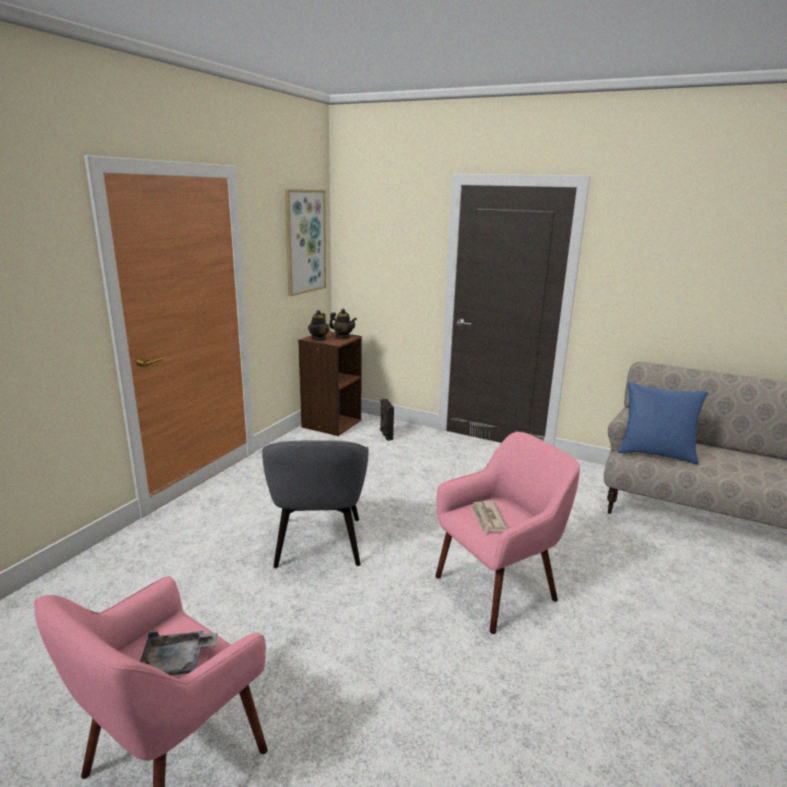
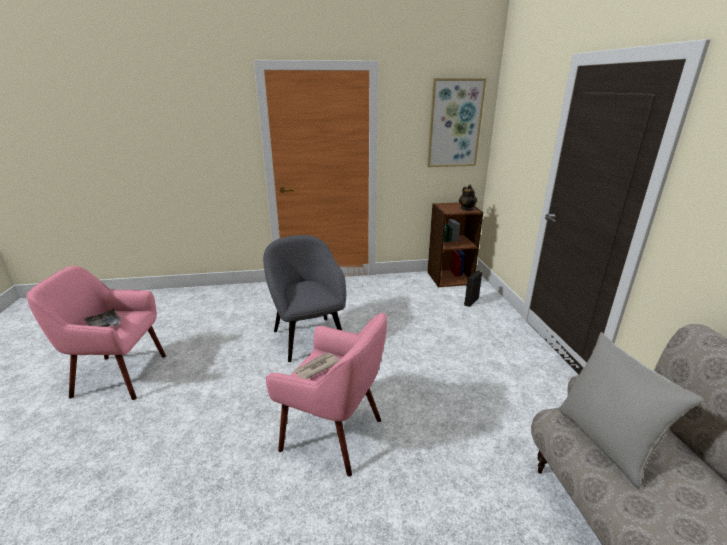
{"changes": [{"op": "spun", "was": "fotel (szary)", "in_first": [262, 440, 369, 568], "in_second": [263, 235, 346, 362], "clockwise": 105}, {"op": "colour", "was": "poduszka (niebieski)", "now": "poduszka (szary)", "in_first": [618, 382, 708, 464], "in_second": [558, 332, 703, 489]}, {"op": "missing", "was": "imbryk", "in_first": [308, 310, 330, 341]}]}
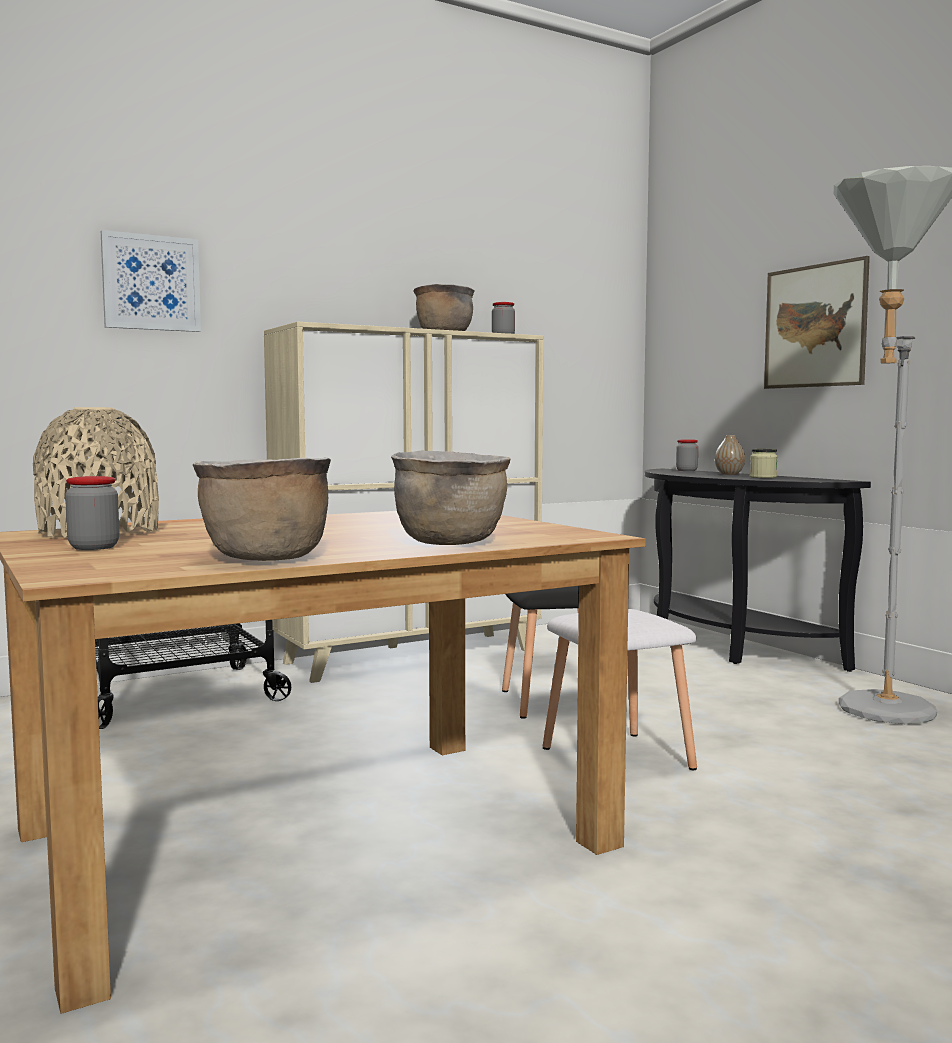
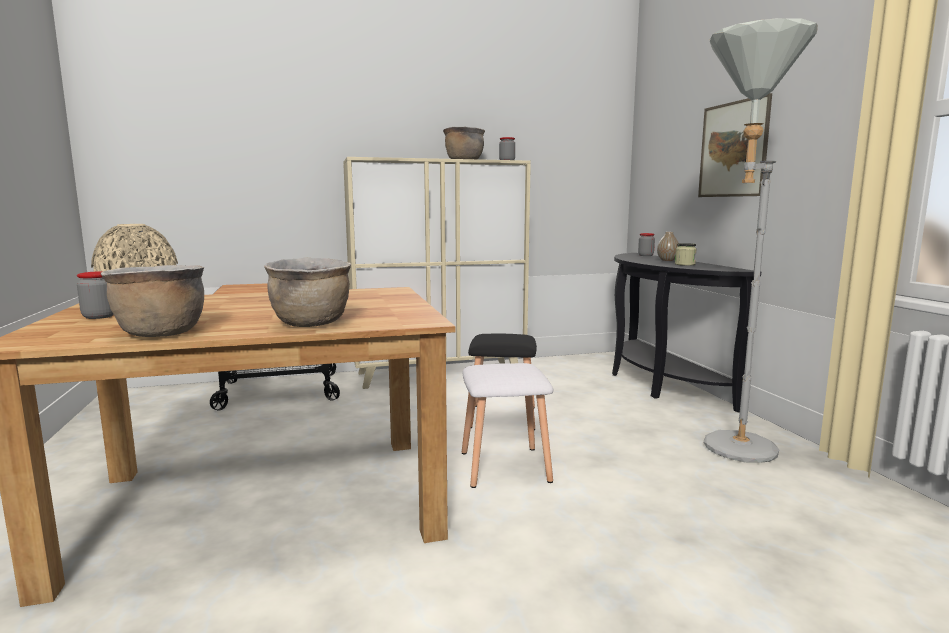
{"changes": [{"op": "missing", "was": "obraz", "in_first": [101, 230, 201, 332]}]}
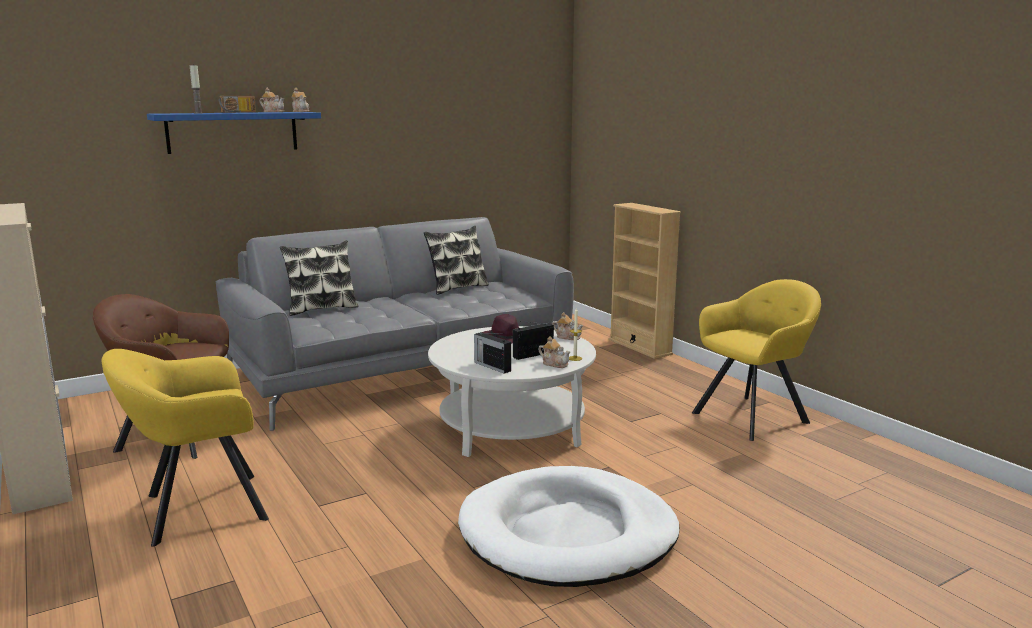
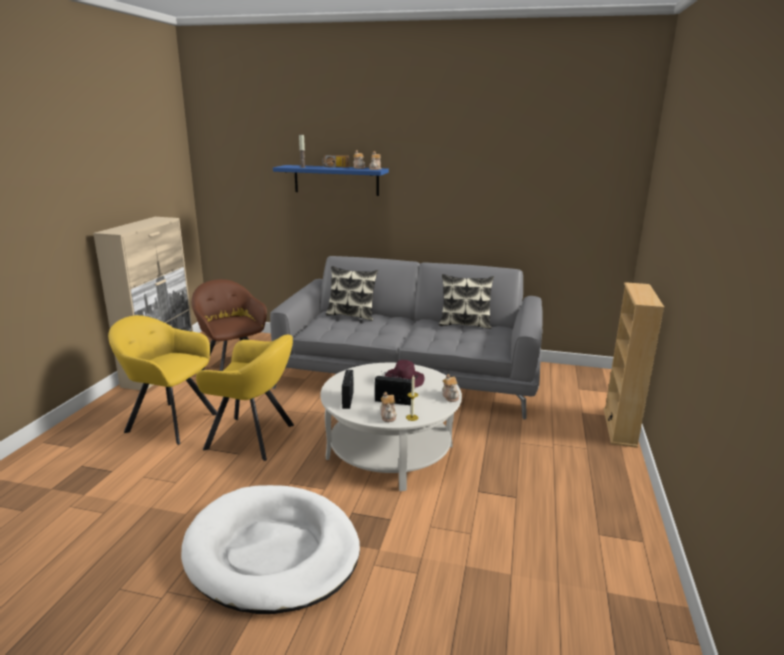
{"changes": [{"op": "relocated", "was": "fotel (żółty)", "in_first": [692, 279, 821, 441], "in_second": [196, 335, 294, 461]}]}
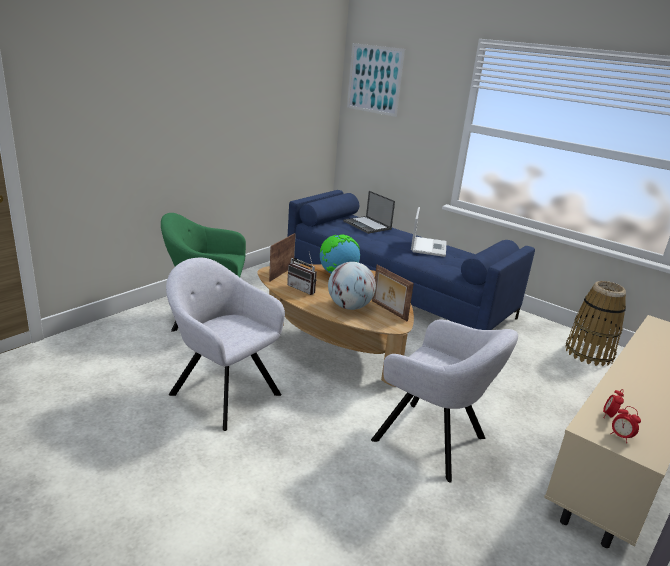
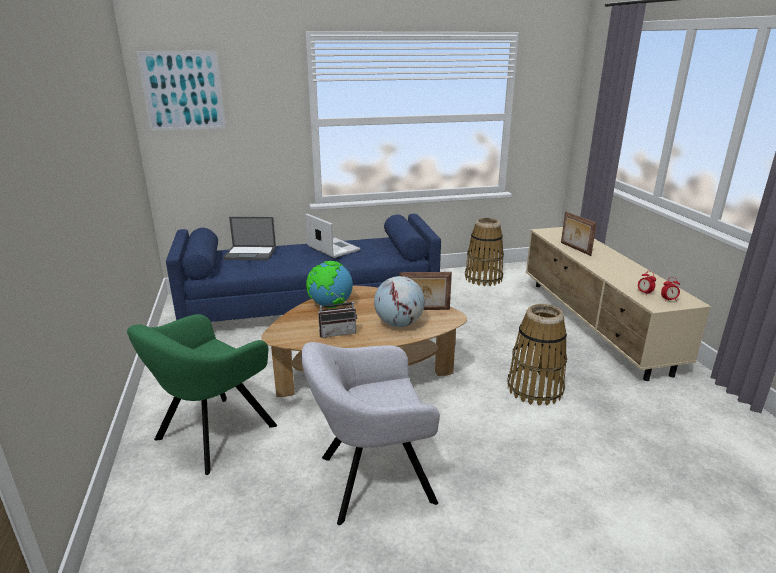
{"changes": [{"op": "exchanged", "was": "fotel (szary)", "now": "koszyk", "in_first": [371, 320, 518, 483], "in_second": [508, 304, 567, 406]}, {"op": "relocated", "was": "ramka na zdjęcie", "in_first": [269, 233, 296, 282], "in_second": [561, 211, 597, 256]}]}
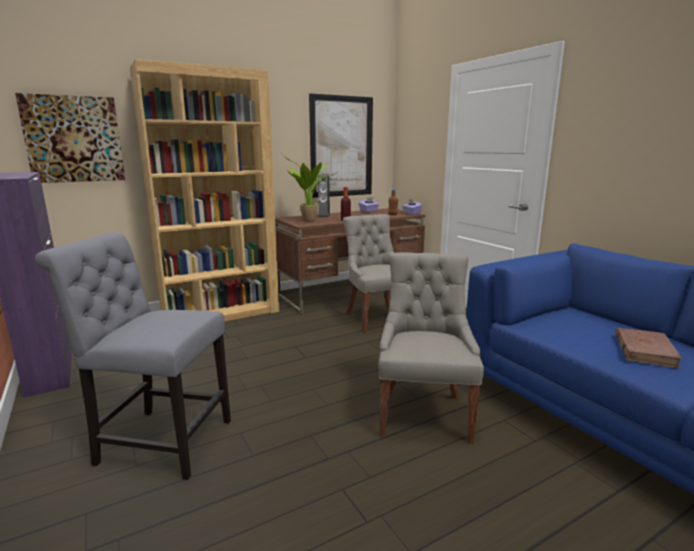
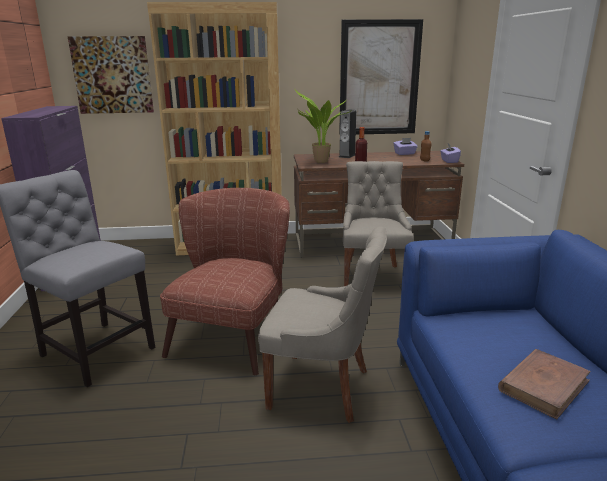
{"changes": [{"op": "appeared", "now": "fotel (brązowy)", "in_second": [160, 188, 290, 375]}, {"op": "spun", "was": "krzesło (szary)", "in_first": [379, 252, 484, 443], "in_second": [258, 227, 387, 423], "clockwise": 75}]}
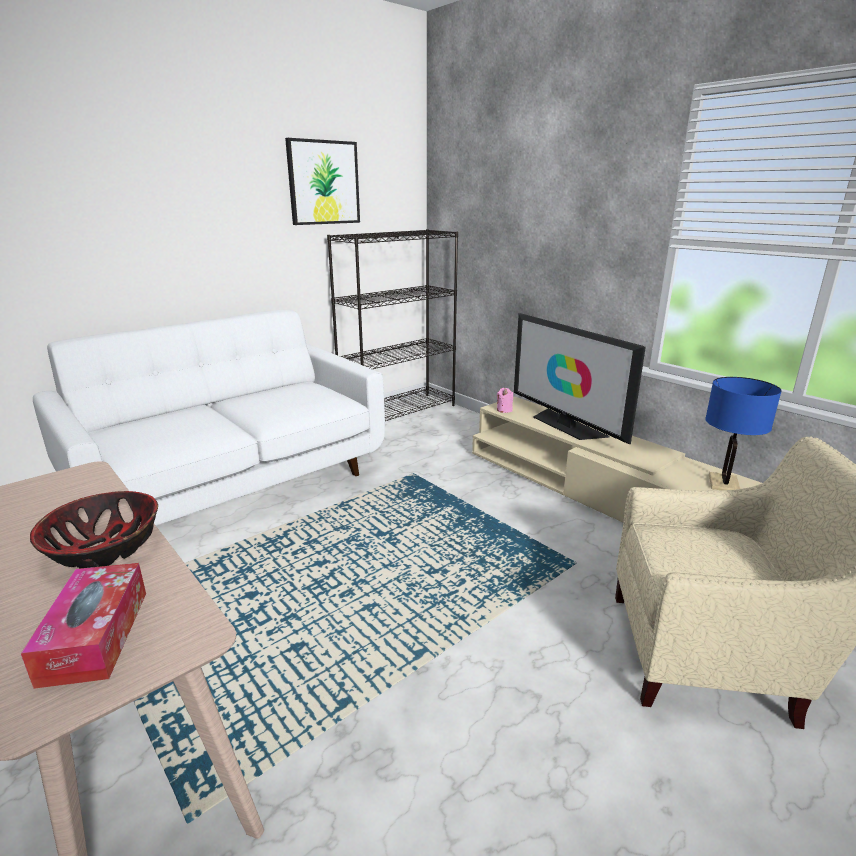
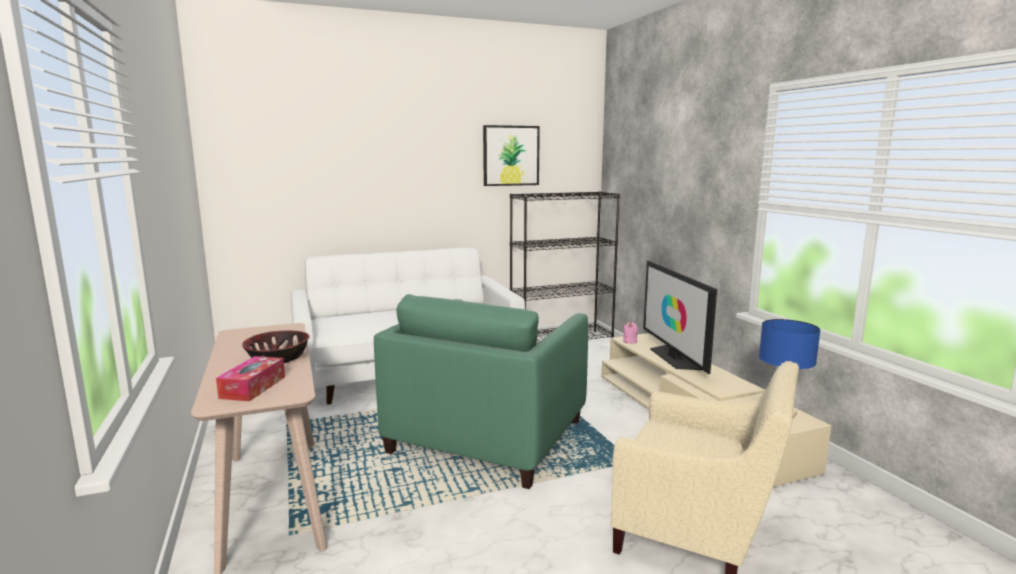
{"changes": [{"op": "appeared", "now": "fotel (zielony)", "in_second": [374, 294, 588, 489]}]}
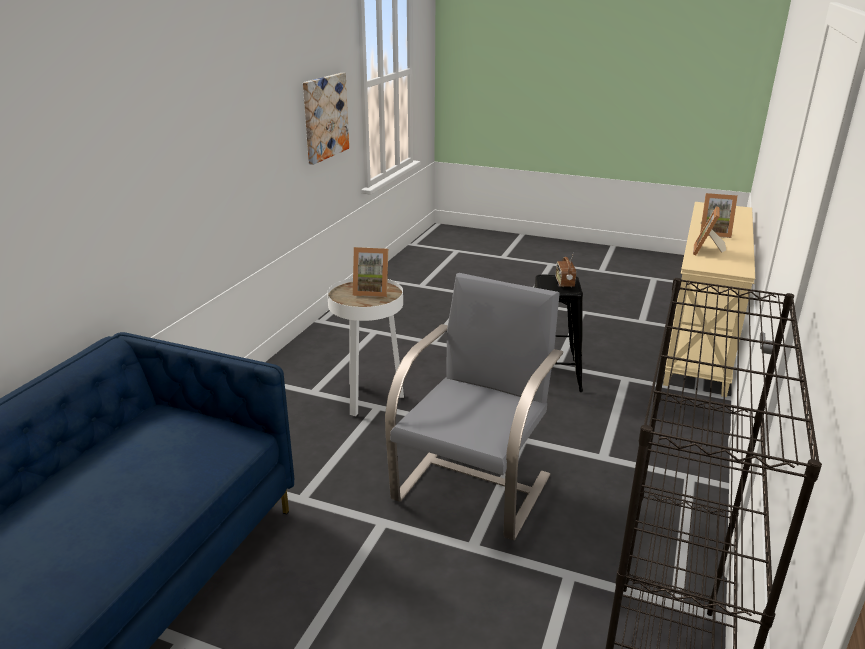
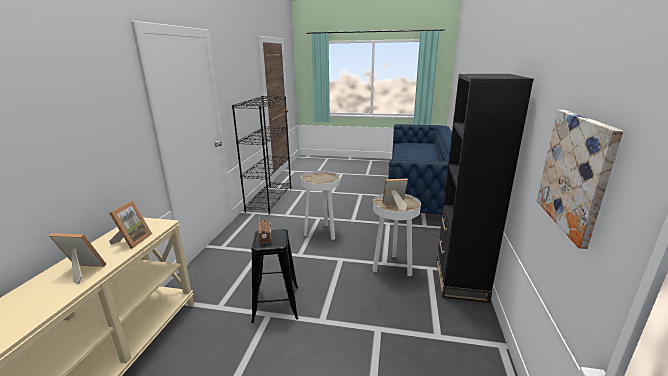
{"changes": [{"op": "exchanged", "was": "fotel (szary)", "now": "stolik (biały)", "in_first": [385, 273, 563, 540], "in_second": [301, 171, 339, 240]}, {"op": "appeared", "now": "regał (czarny)", "in_second": [436, 74, 534, 303]}]}
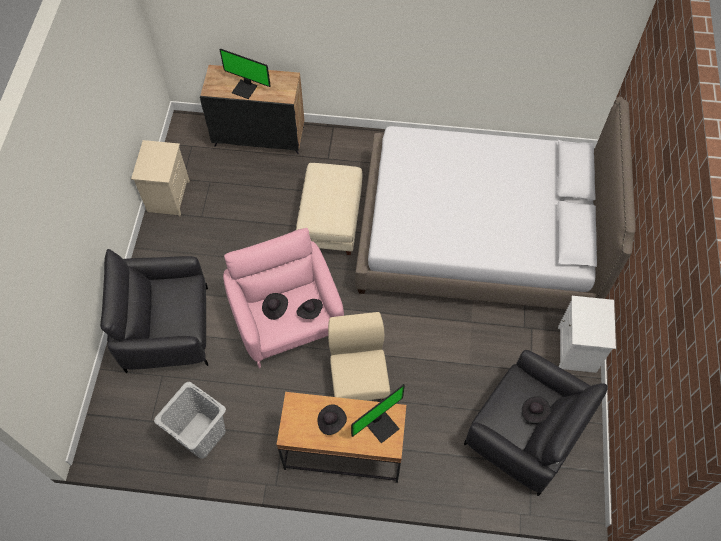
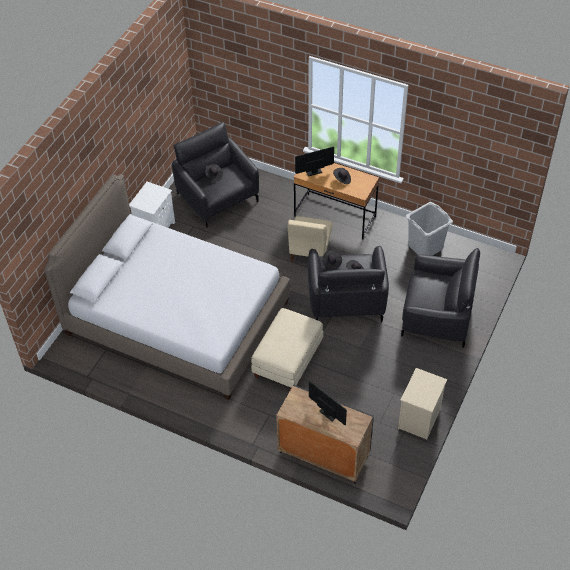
{"changes": [{"op": "colour", "was": "fotel (różowy)", "now": "fotel (czarny)", "in_first": [223, 228, 344, 368], "in_second": [308, 246, 389, 322]}]}
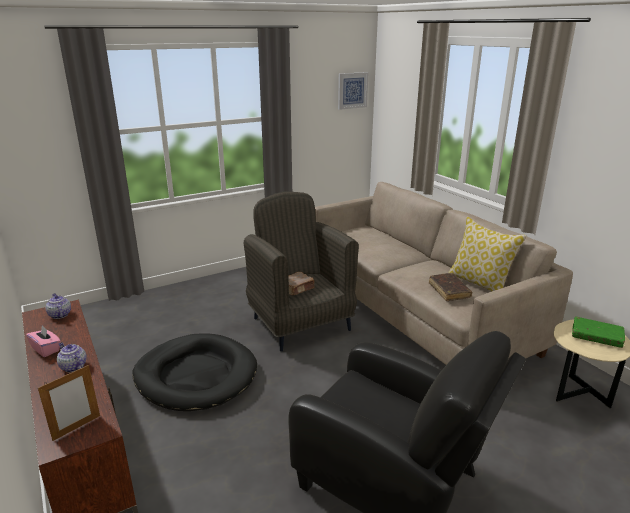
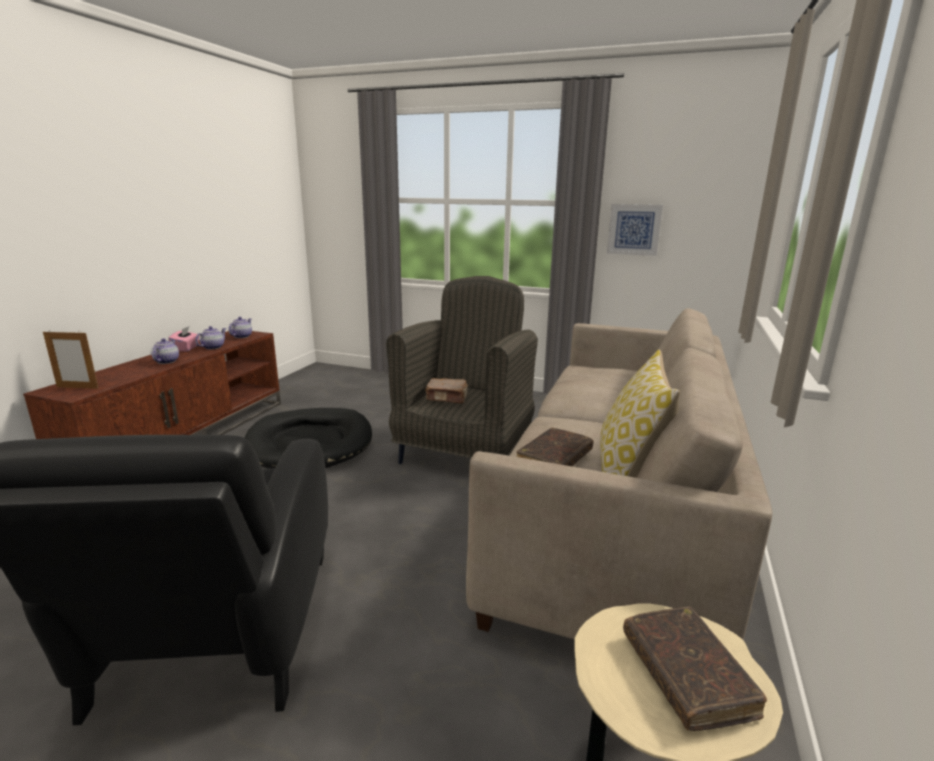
{"changes": [{"op": "appeared", "now": "imbryk", "in_second": [195, 326, 226, 350]}, {"op": "relocated", "was": "obraz", "in_first": [338, 72, 368, 110], "in_second": [607, 204, 663, 256]}, {"op": "colour", "was": "książka (zielony)", "now": "książka (brązowy)", "in_first": [572, 317, 625, 348], "in_second": [623, 606, 767, 731]}]}
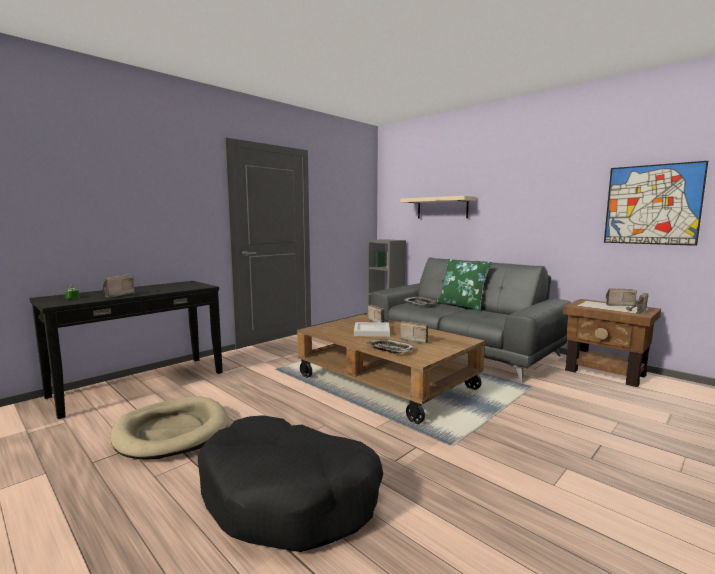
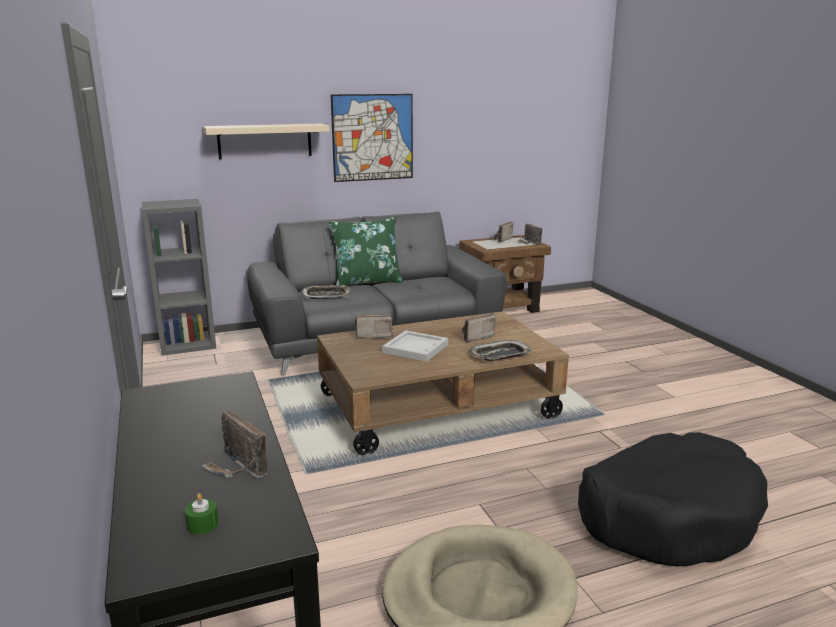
{"changes": [{"op": "relocated", "was": "obraz", "in_first": [604, 161, 708, 246], "in_second": [331, 94, 413, 182]}]}
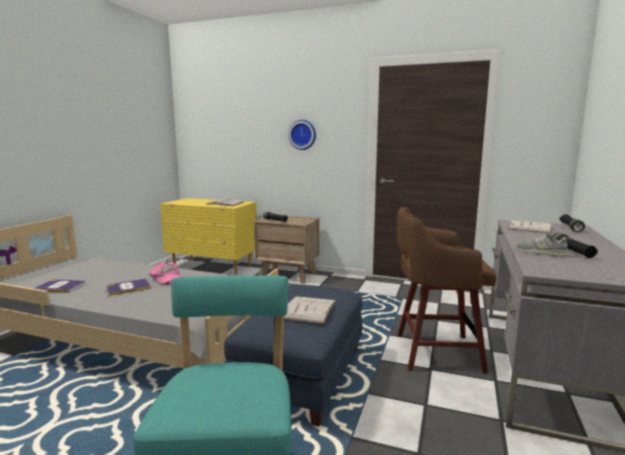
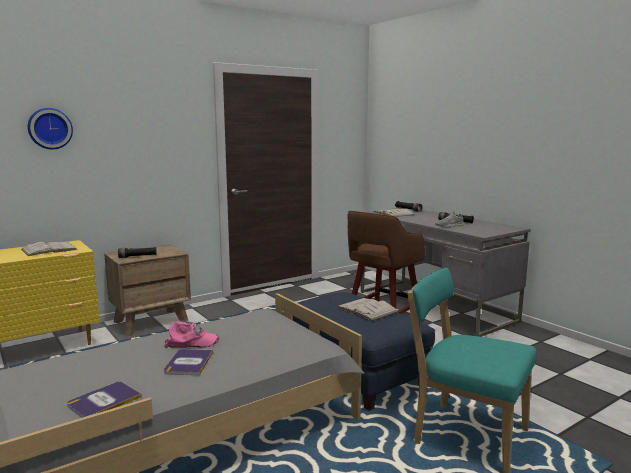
{"changes": [{"op": "relocated", "was": "zegar ścienny", "in_first": [288, 120, 316, 150], "in_second": [28, 108, 73, 149]}]}
